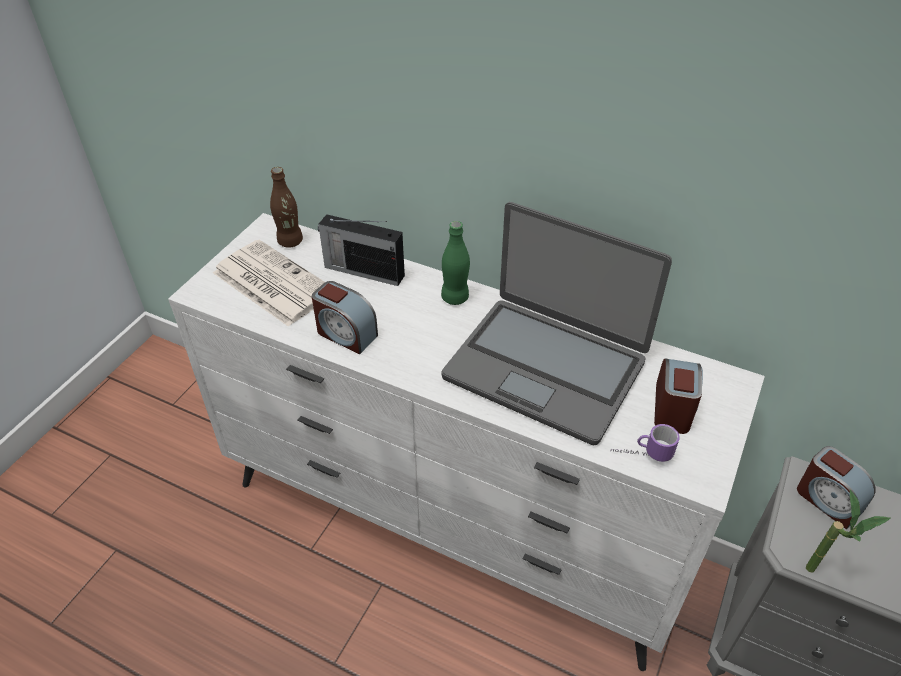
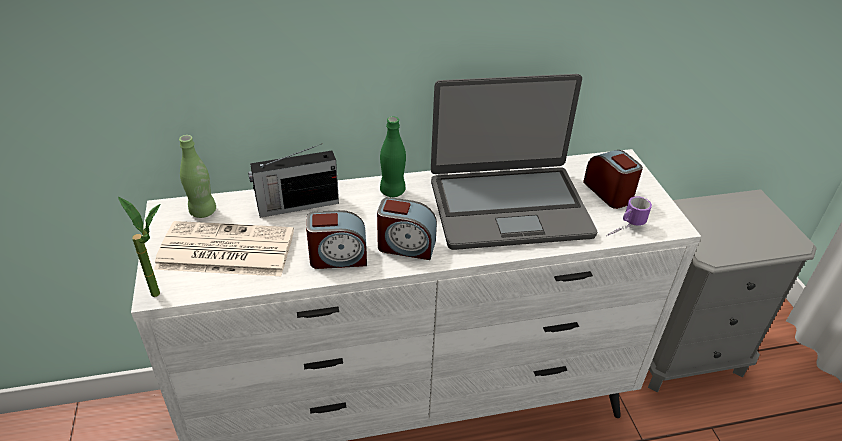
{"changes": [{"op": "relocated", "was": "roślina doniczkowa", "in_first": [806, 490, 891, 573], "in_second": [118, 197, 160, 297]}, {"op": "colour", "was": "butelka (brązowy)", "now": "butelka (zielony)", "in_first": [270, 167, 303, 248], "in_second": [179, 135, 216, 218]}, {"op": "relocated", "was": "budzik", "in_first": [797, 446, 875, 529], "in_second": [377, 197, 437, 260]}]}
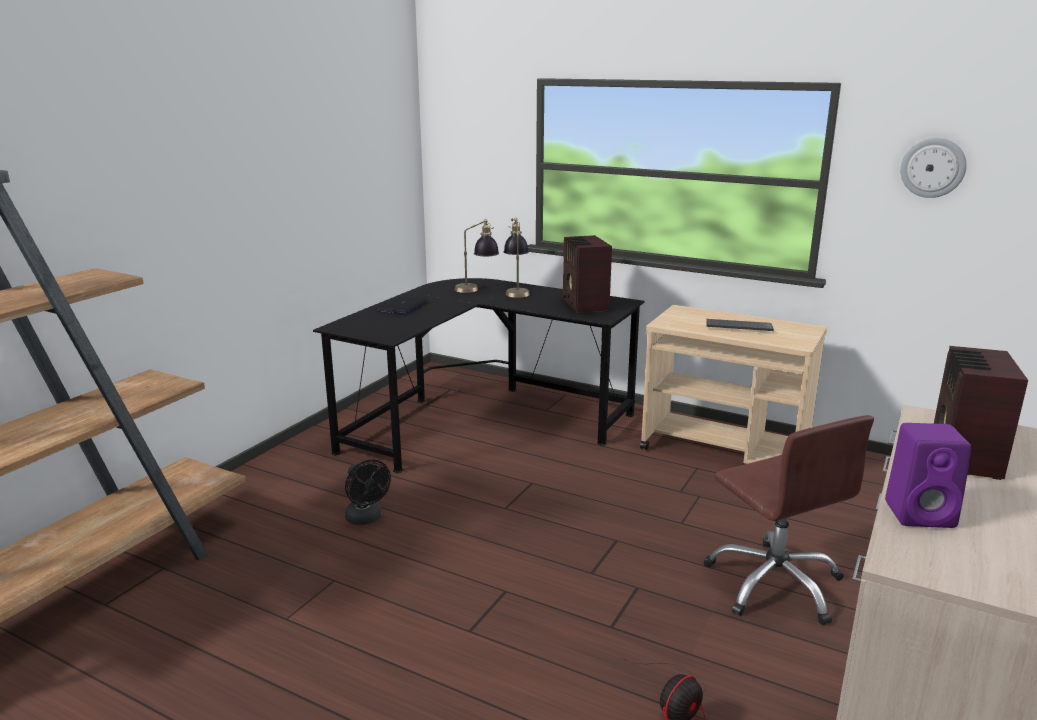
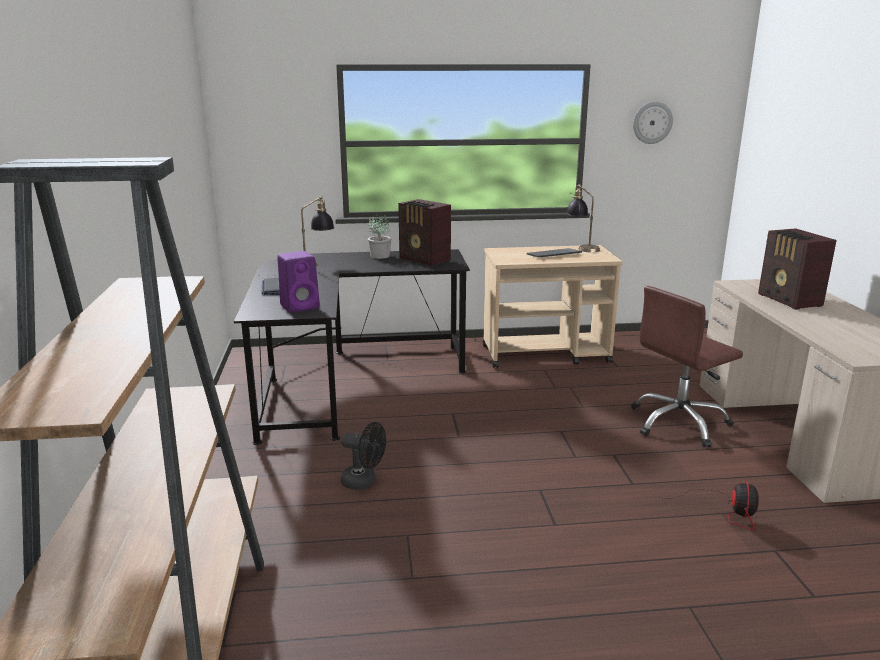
{"changes": [{"op": "relocated", "was": "głośnik (fioletowy)", "in_first": [885, 423, 971, 528], "in_second": [278, 251, 320, 313]}, {"op": "appeared", "now": "roślina doniczkowa", "in_second": [368, 214, 391, 259]}, {"op": "relocated", "was": "lampa stołowa", "in_first": [504, 218, 530, 298], "in_second": [566, 184, 600, 252]}, {"op": "spun", "was": "krzesło biurowe (brązowy)", "in_first": [703, 415, 874, 625], "in_second": [631, 286, 743, 447], "clockwise": 120}]}
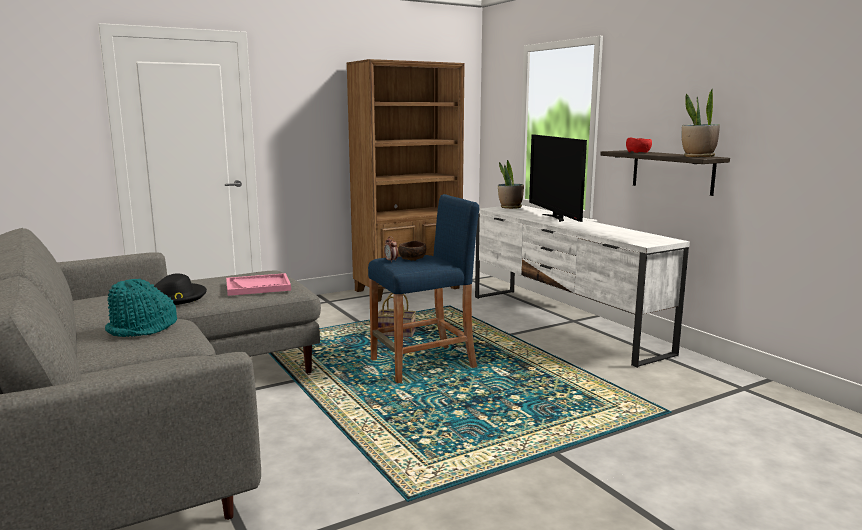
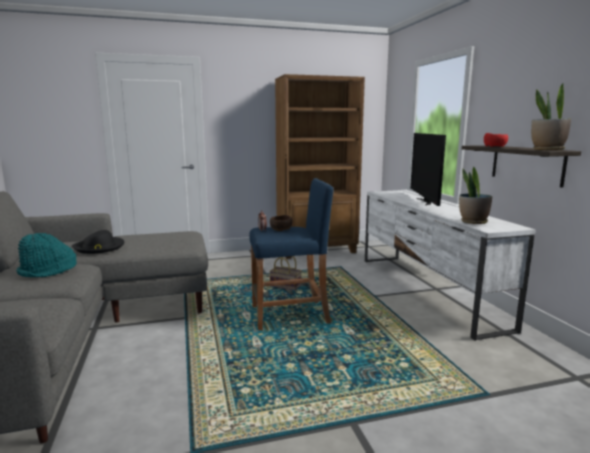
{"changes": [{"op": "relocated", "was": "roślina doniczkowa", "in_first": [498, 160, 524, 209], "in_second": [459, 167, 492, 224]}, {"op": "missing", "was": "taca (różowy)", "in_first": [226, 273, 291, 296]}]}
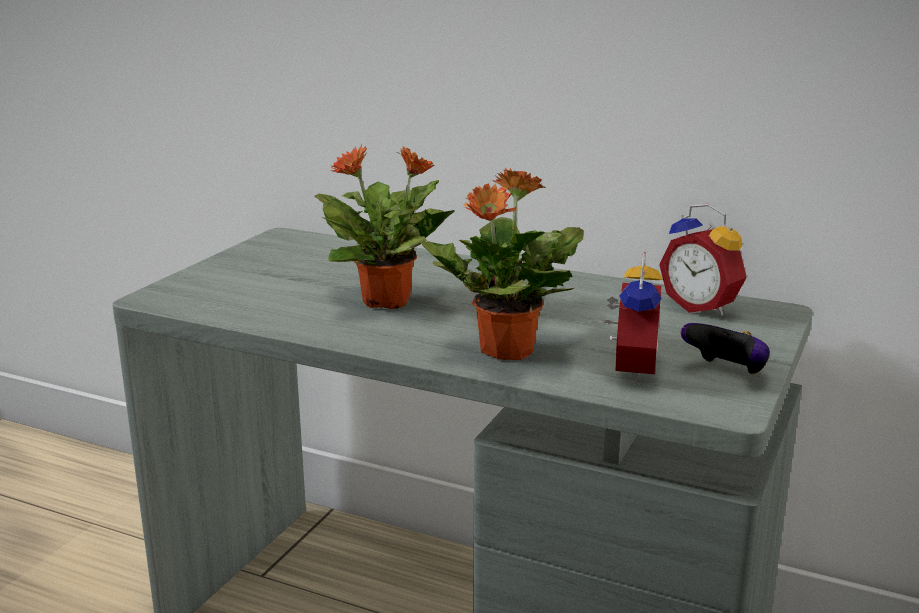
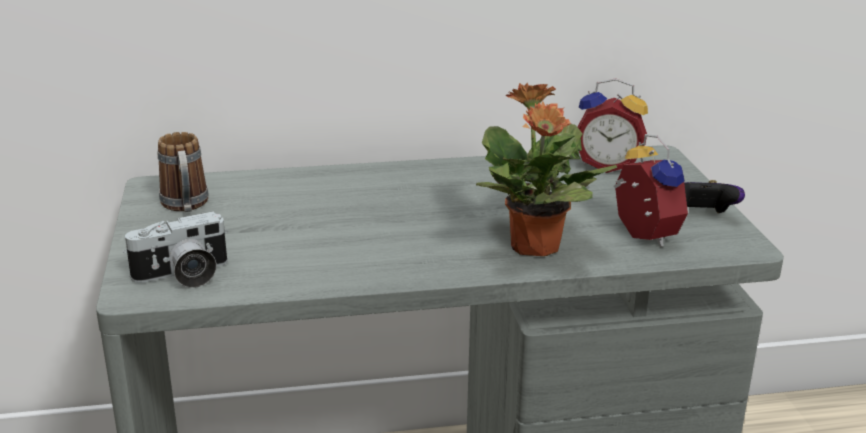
{"changes": [{"op": "appeared", "now": "aparat fotograficzny", "in_second": [123, 211, 228, 288]}, {"op": "appeared", "now": "kubek", "in_second": [157, 132, 208, 212]}, {"op": "missing", "was": "roślina doniczkowa", "in_first": [314, 145, 455, 309]}]}
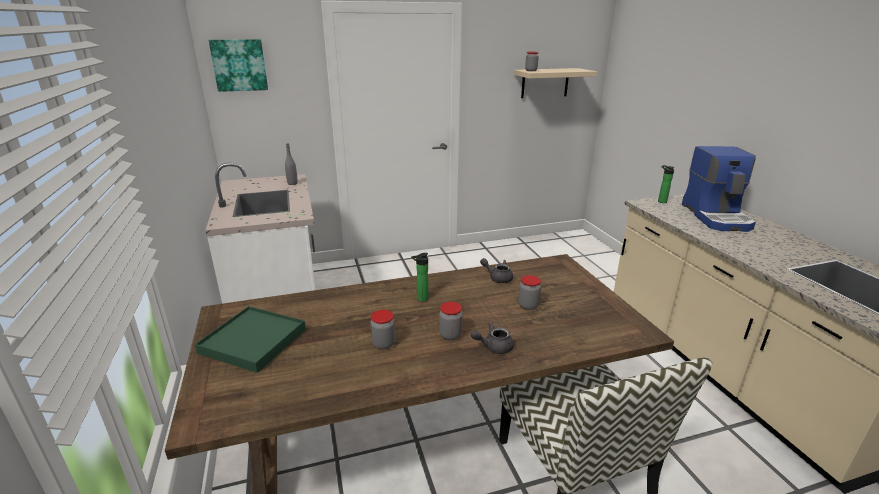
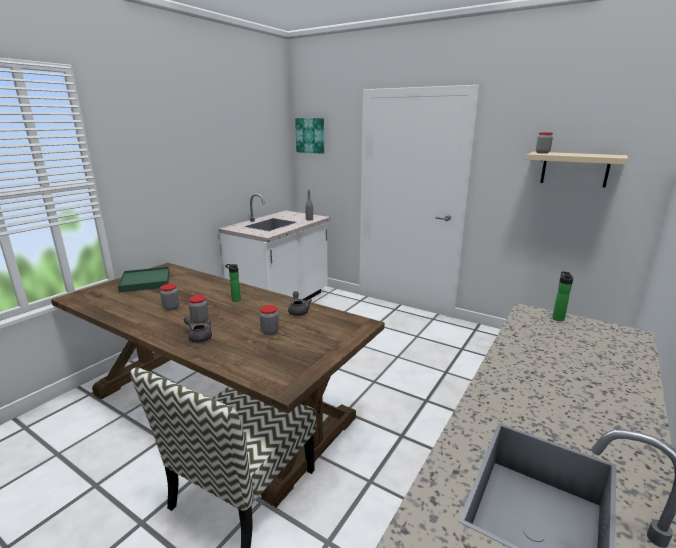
{"changes": [{"op": "missing", "was": "ekspres do kawy", "in_first": [682, 146, 756, 232]}]}
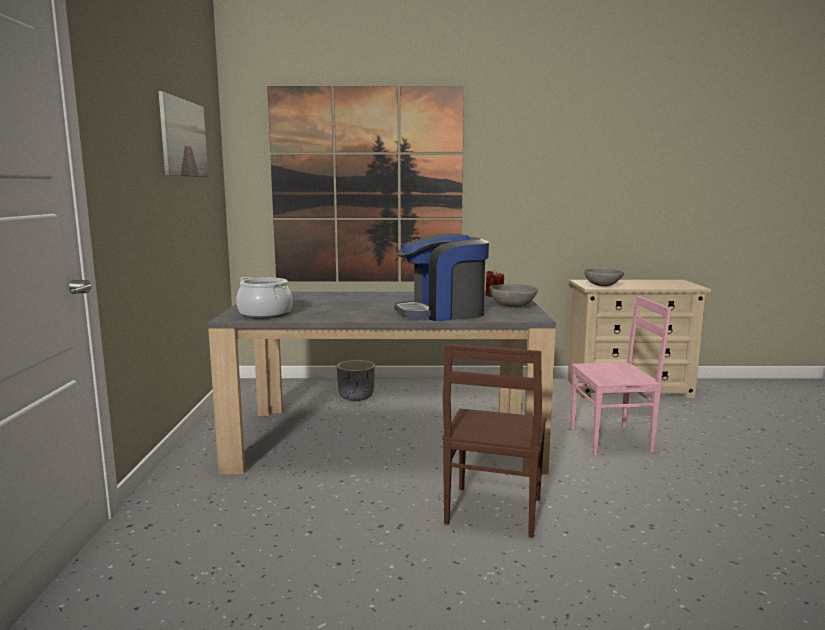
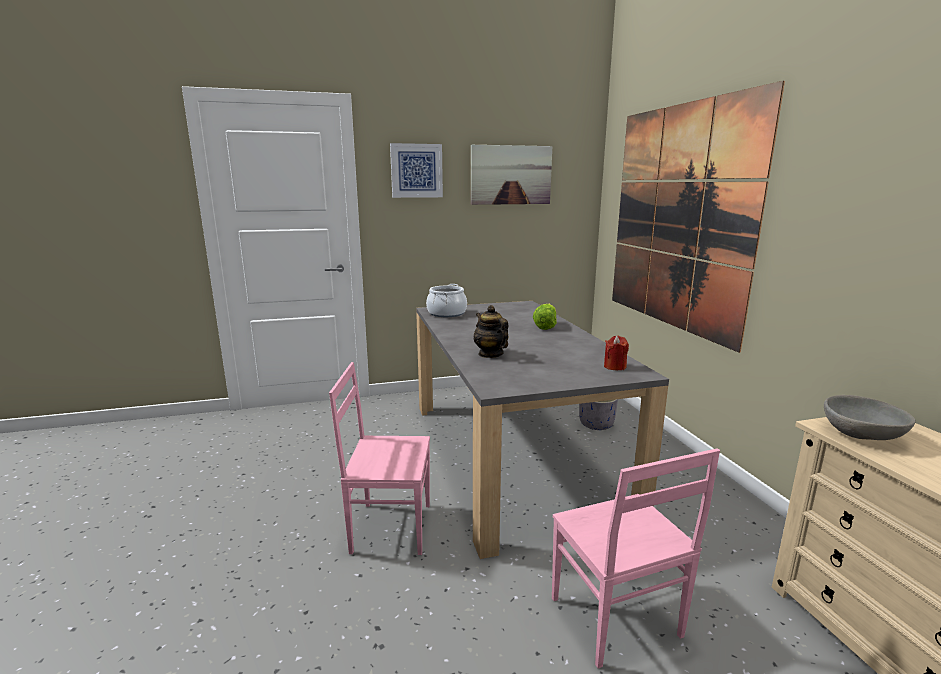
{"changes": [{"op": "colour", "was": "krzesło (brązowy)", "now": "krzesło (różowy)", "in_first": [442, 344, 546, 538], "in_second": [329, 362, 430, 555]}, {"op": "appeared", "now": "obraz", "in_second": [390, 143, 443, 198]}, {"op": "exchanged", "was": "ekspres do kawy", "now": "imbryk", "in_first": [394, 233, 489, 321], "in_second": [474, 305, 508, 358]}, {"op": "appeared", "now": "sałata", "in_second": [533, 304, 557, 330]}, {"op": "missing", "was": "miska (szary)", "in_first": [489, 284, 538, 307]}]}
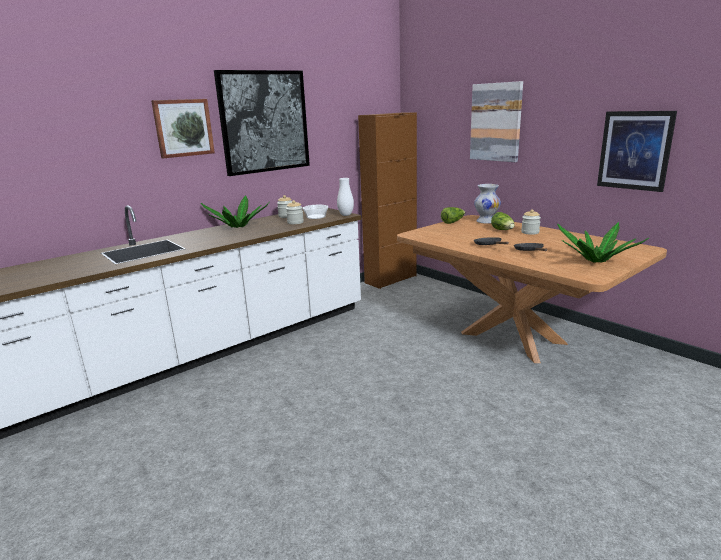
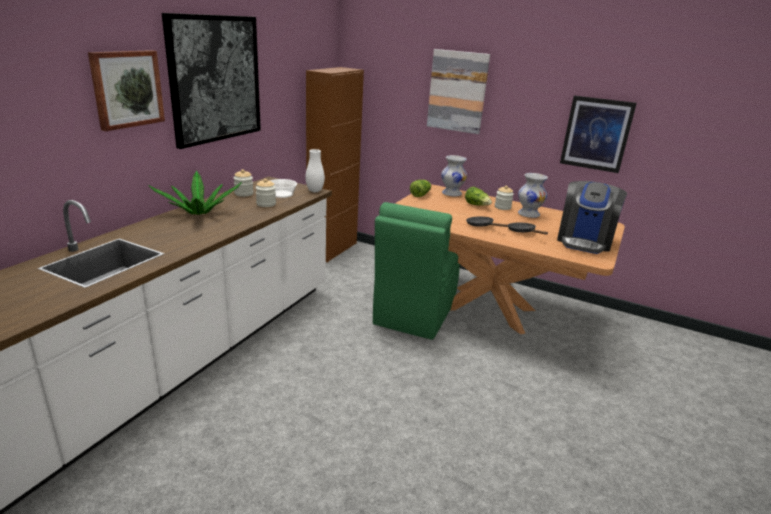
{"changes": [{"op": "appeared", "now": "krzesło (zielony)", "in_second": [373, 202, 460, 340]}, {"op": "appeared", "now": "wazon (biały)", "in_second": [518, 173, 548, 218]}, {"op": "exchanged", "was": "roślina doniczkowa", "now": "ekspres do kawy", "in_first": [557, 222, 649, 263], "in_second": [557, 181, 627, 254]}]}
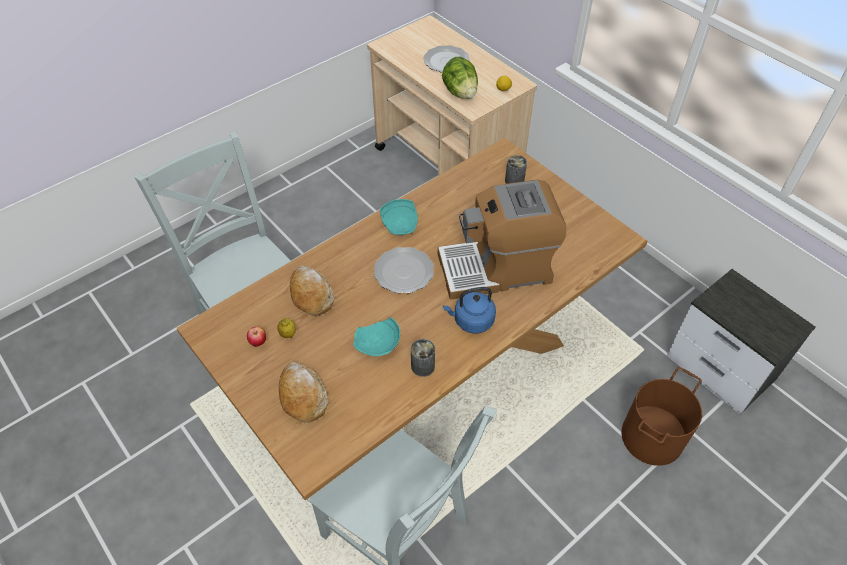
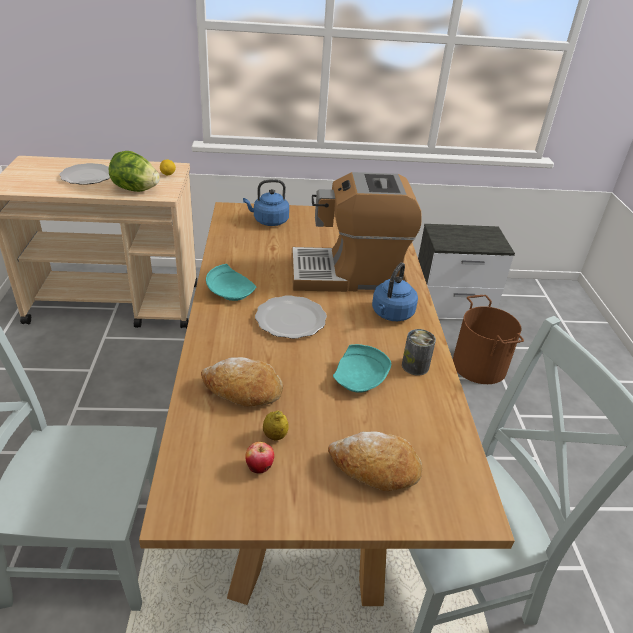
{"changes": [{"op": "exchanged", "was": "puszka", "now": "czajnik (niebieski)", "in_first": [505, 155, 527, 184], "in_second": [243, 179, 289, 226]}, {"op": "spun", "was": "ekspres do kawy", "in_first": [438, 180, 566, 300], "in_second": [291, 172, 422, 292], "clockwise": 60}]}
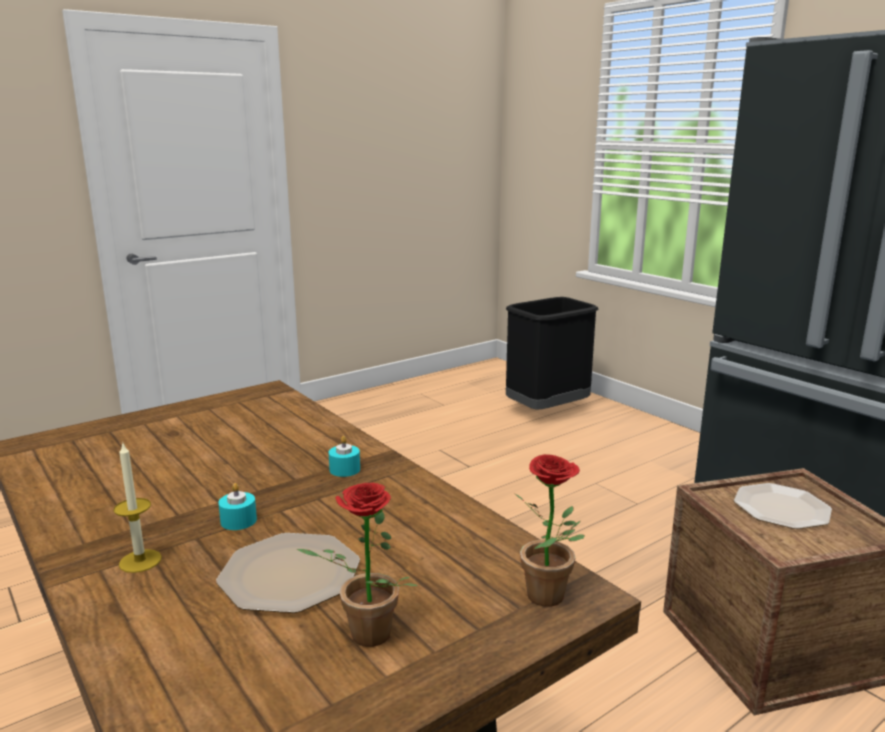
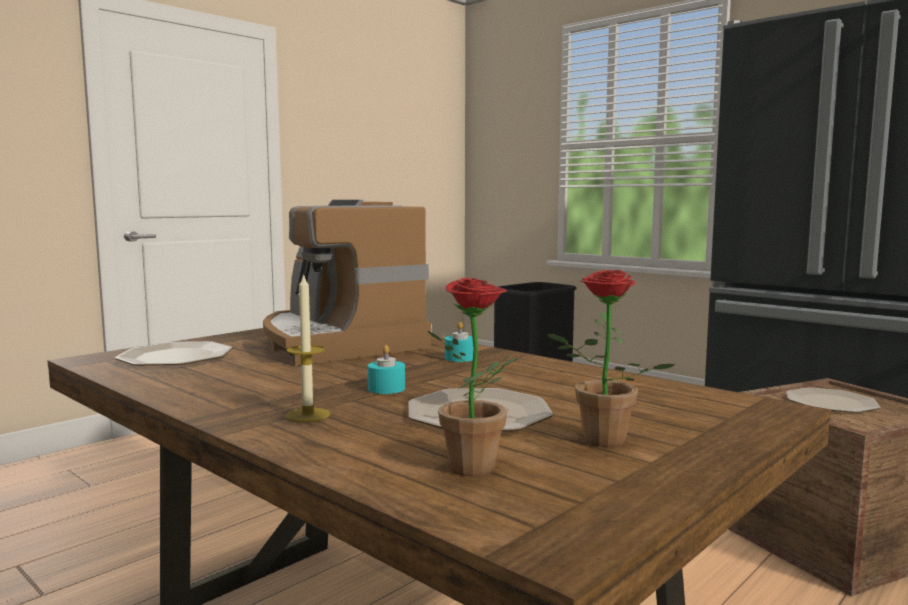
{"changes": [{"op": "appeared", "now": "talerz", "in_second": [115, 341, 233, 366]}, {"op": "appeared", "now": "ekspres do kawy", "in_second": [263, 200, 431, 366]}, {"op": "relocated", "was": "roślina doniczkowa", "in_first": [515, 454, 585, 607], "in_second": [428, 278, 519, 477]}]}
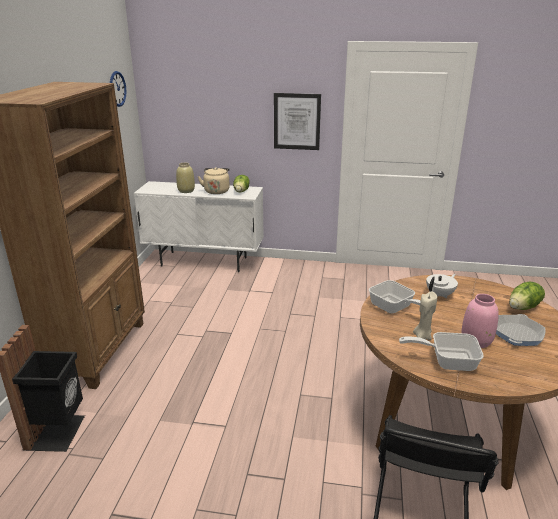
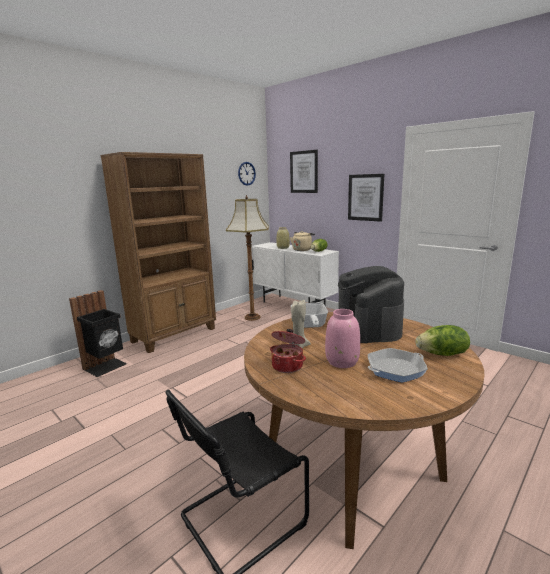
{"changes": [{"op": "appeared", "now": "lampa stojąca", "in_second": [226, 195, 269, 321]}, {"op": "exchanged", "was": "patelnia", "now": "garnek", "in_first": [399, 332, 484, 371], "in_second": [270, 329, 306, 373]}, {"op": "appeared", "now": "obraz", "in_second": [290, 150, 318, 193]}, {"op": "exchanged", "was": "imbryk (biały)", "now": "ekspres do kawy", "in_first": [426, 274, 458, 298], "in_second": [338, 266, 404, 343]}]}
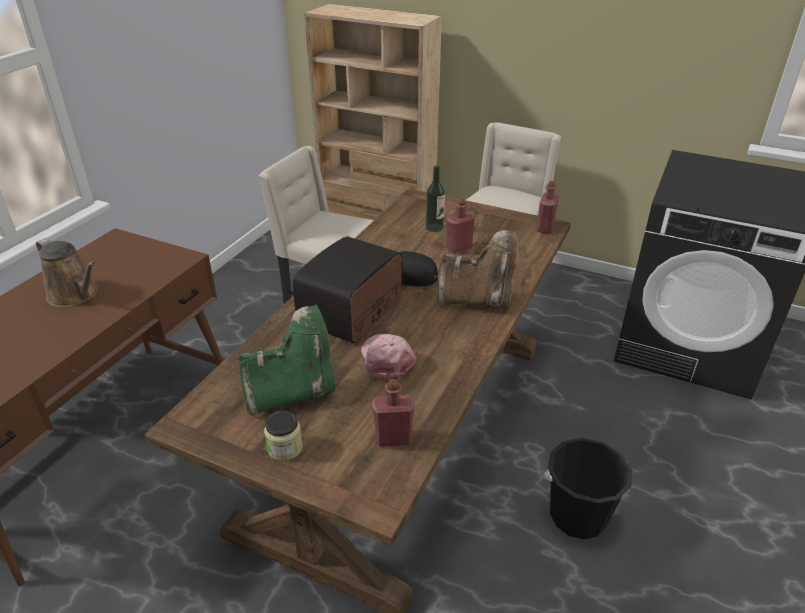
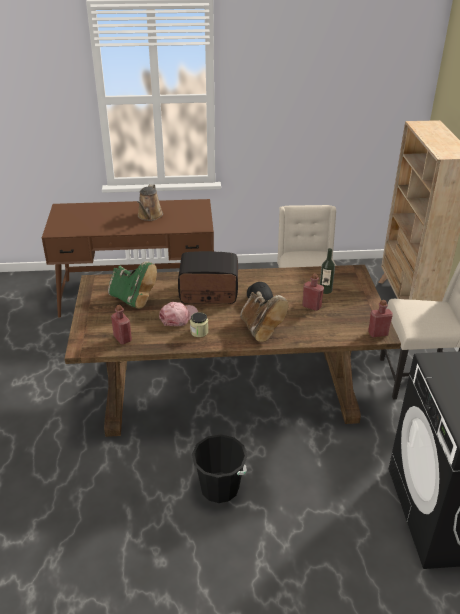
{"changes": [{"op": "relocated", "was": "słoik", "in_first": [264, 411, 303, 461], "in_second": [190, 312, 208, 337]}]}
